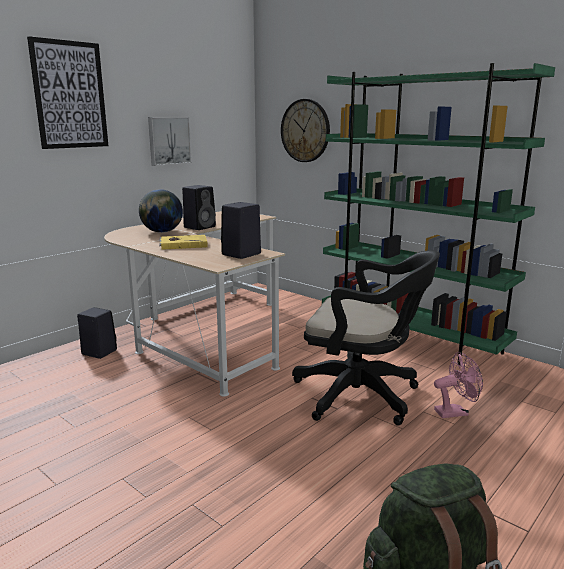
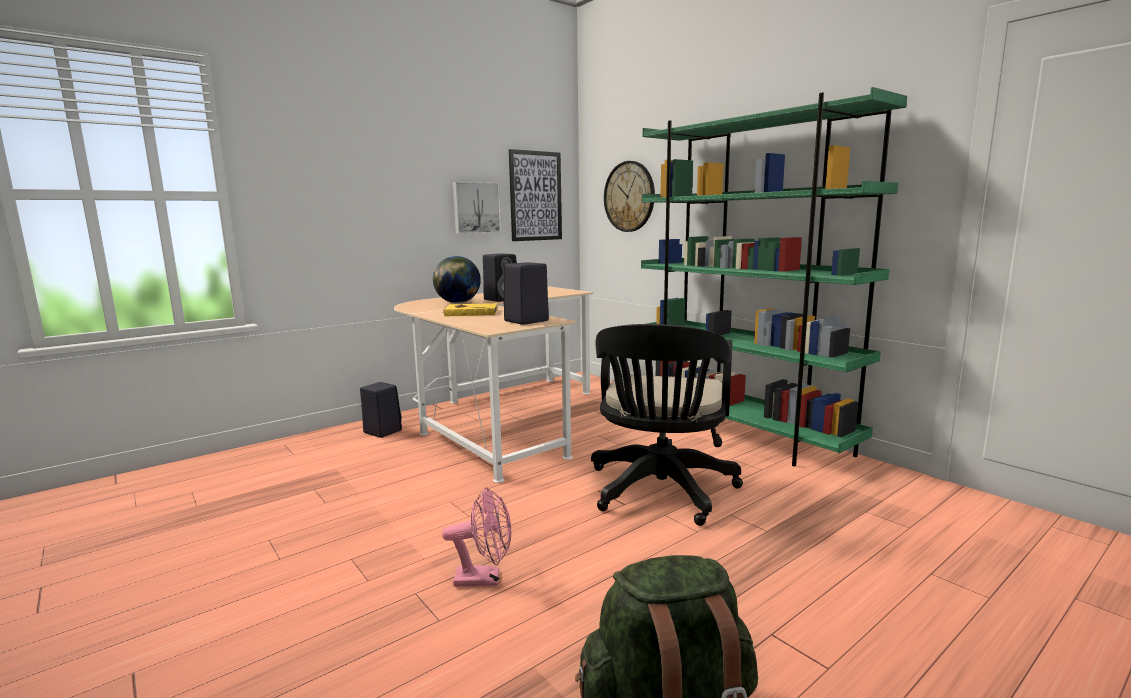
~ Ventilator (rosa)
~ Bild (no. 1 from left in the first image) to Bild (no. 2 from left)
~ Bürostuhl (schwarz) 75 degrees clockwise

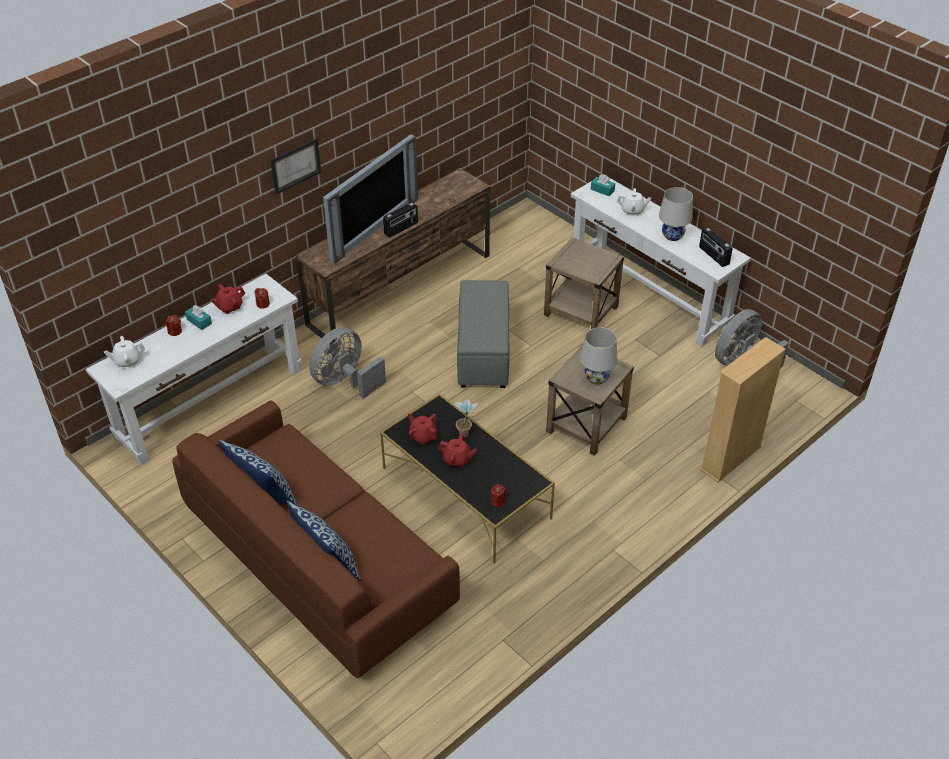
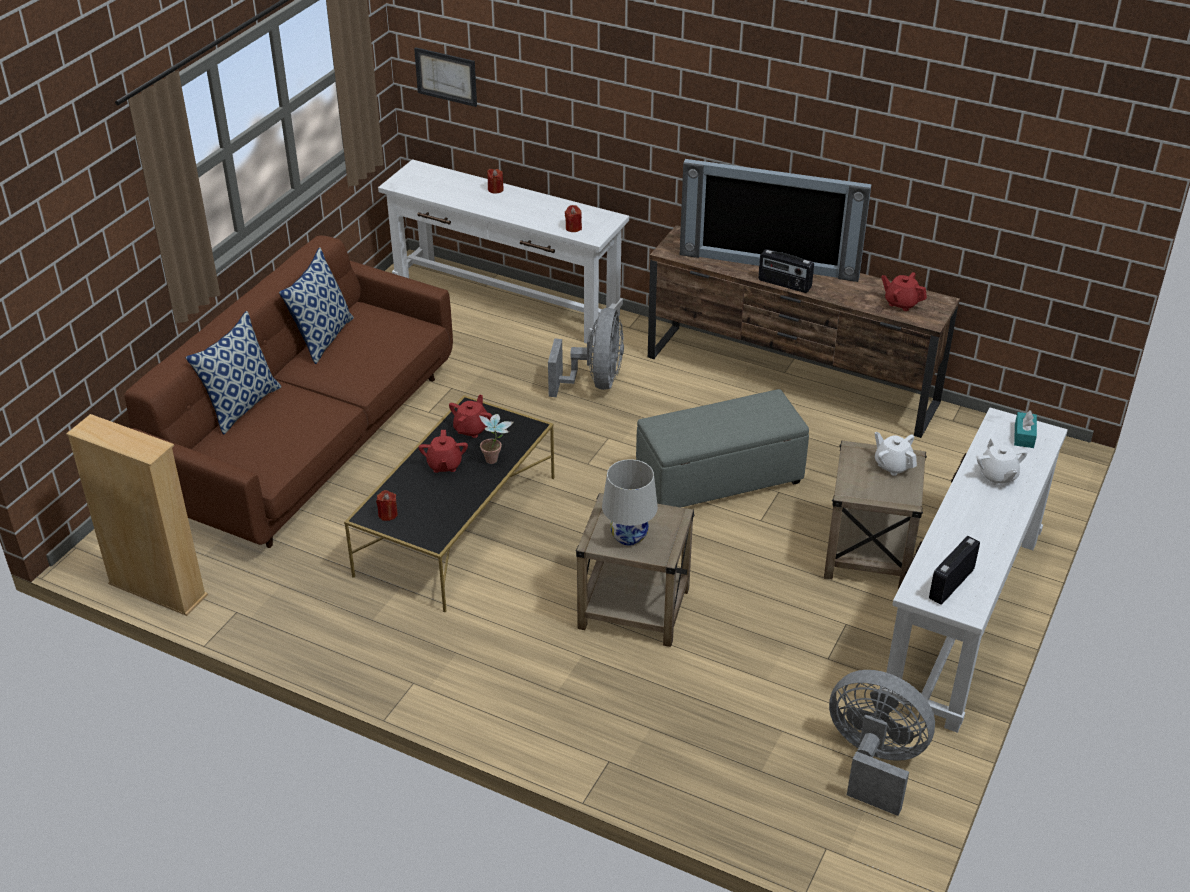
~ Bücherregal (beige)
~ Bild
~ Ventilator (grau) (no. 1 from left) 75 degrees clockwise
~ Teekanne (weiß) (no. 1 from left)
~ Teekanne (rot) (no. 1 from left in the first image) to Teekanne (rot) (no. 3 from left)
- Taschentuchbox (türkis) (no. 1 from left)
- Tischlampe (weiß) (no. 2 from left)

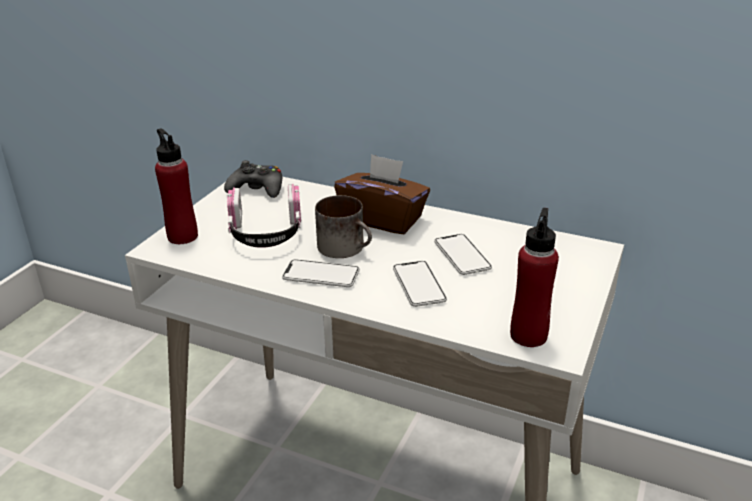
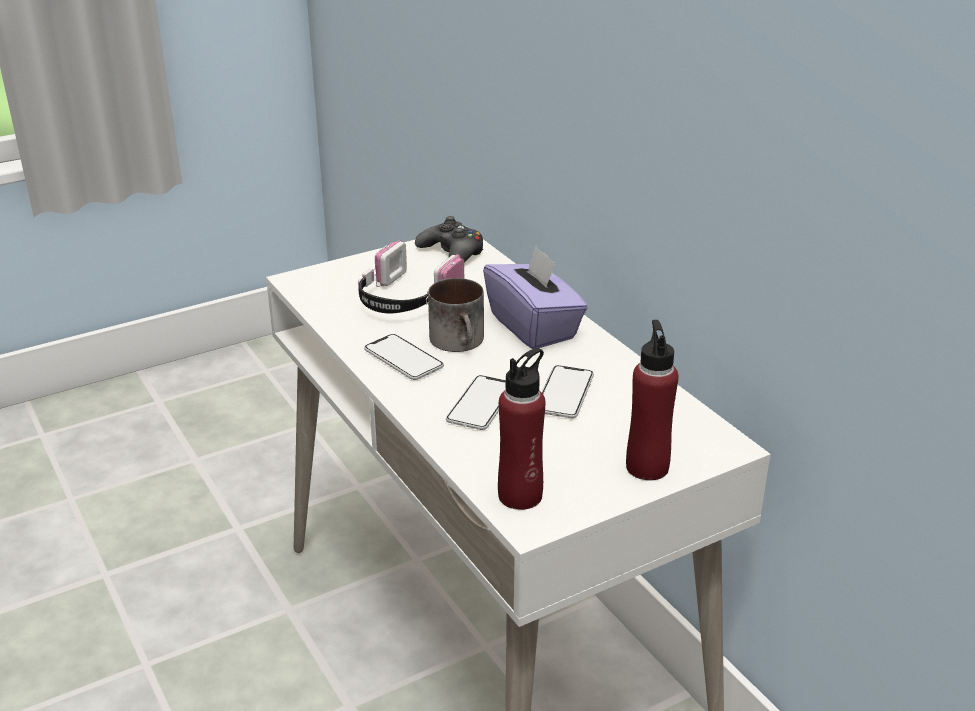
~ Taschentuchbox (braun) to Taschentuchbox (lila)
~ Flasche (rot) (no. 1 from left in the first image) to Flasche (rot) (no. 2 from left)

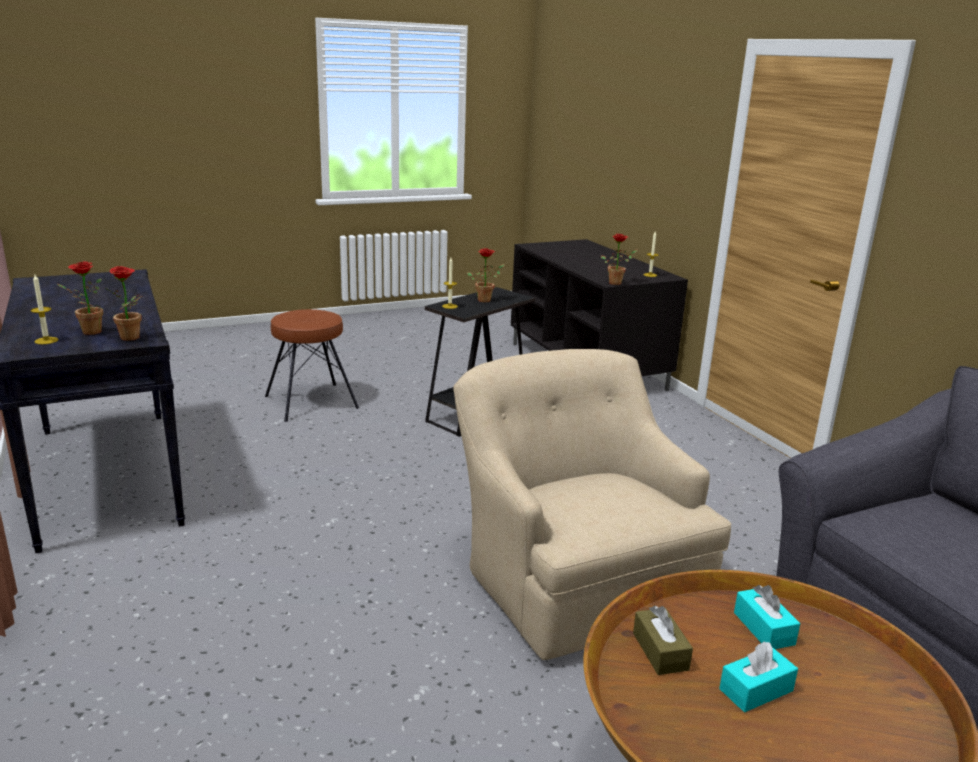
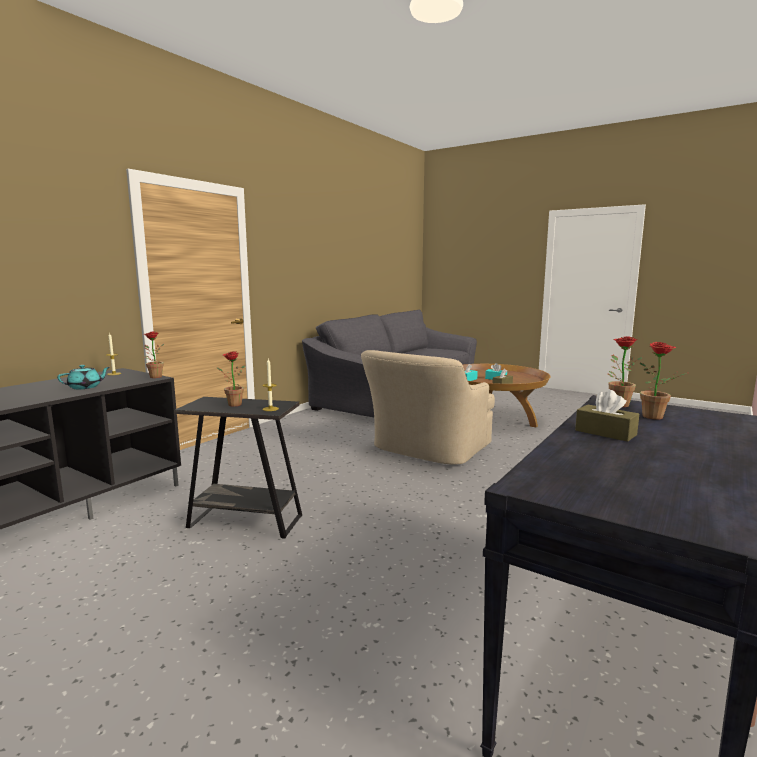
+ Teekanne (türkis)
+ Taschentuchbox (braun) (no. 2 from left)
- Kerze (no. 1 from left)
- Hocker (braun)

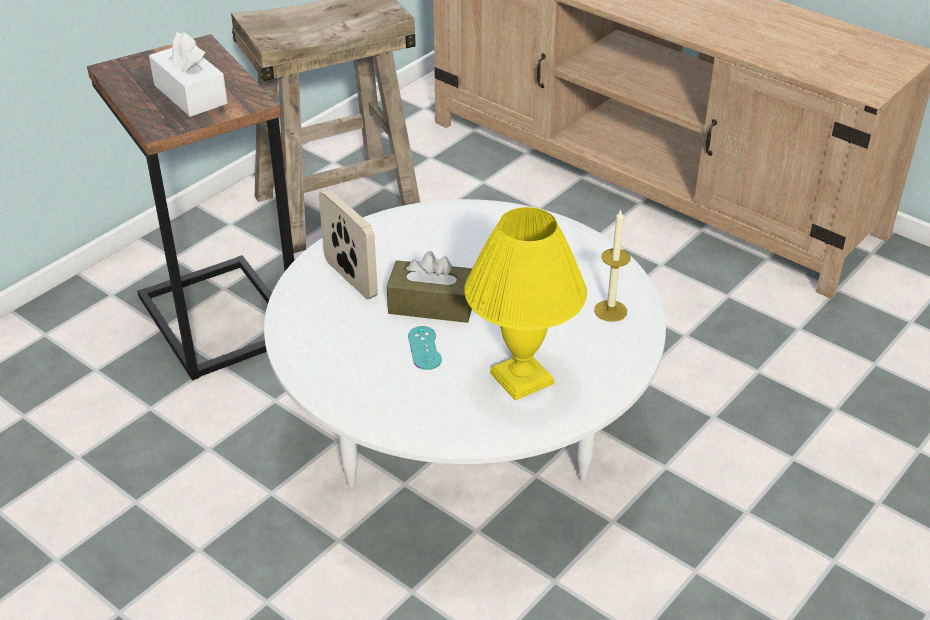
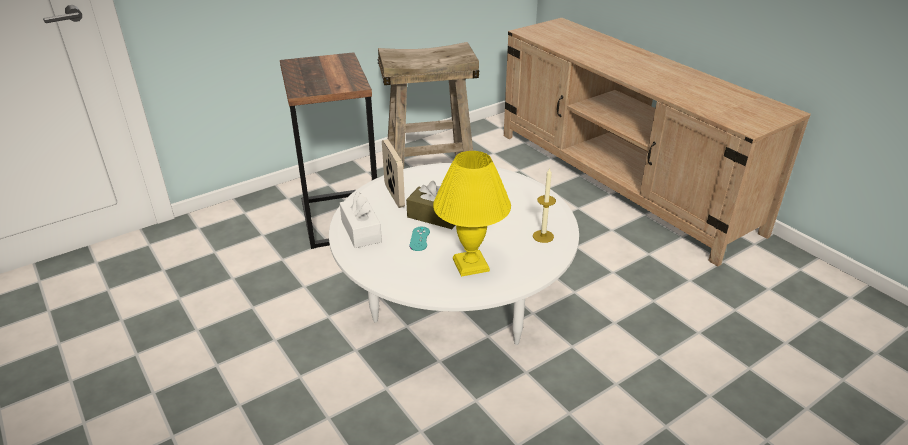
~ Taschentuchbox (weiß)

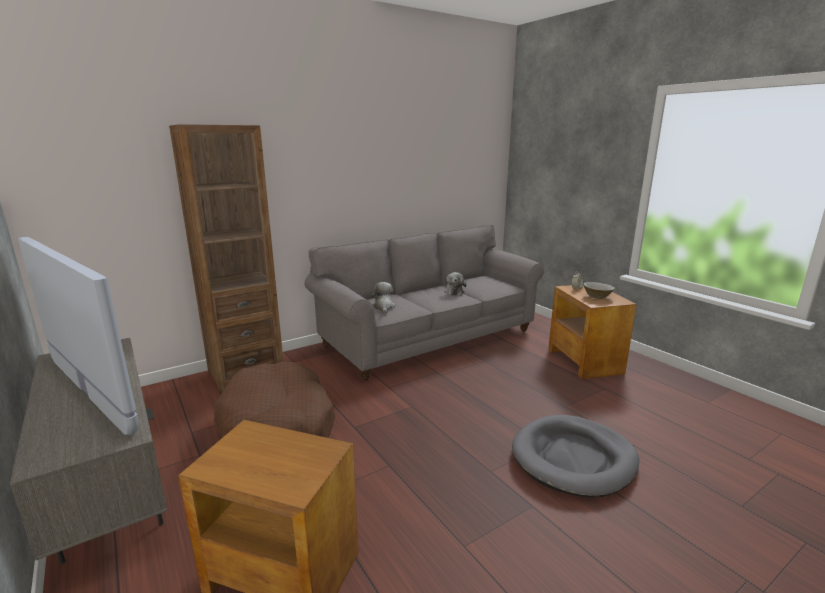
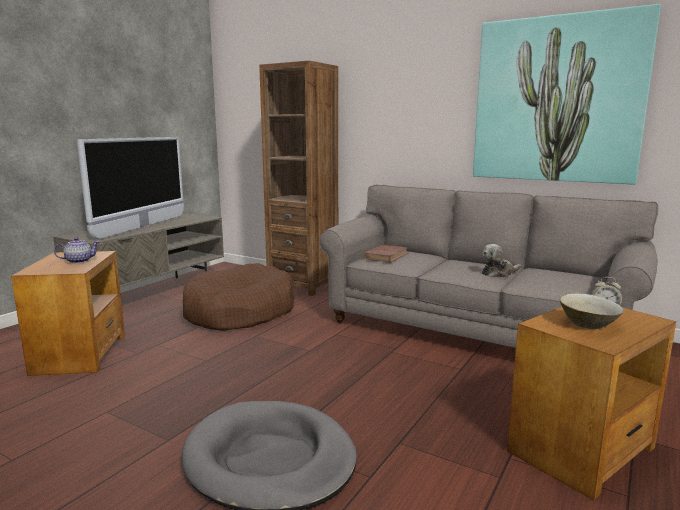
+ Teekanne
~ Plüschtier (no. 1 from left) to Buch (braun)
+ Bild

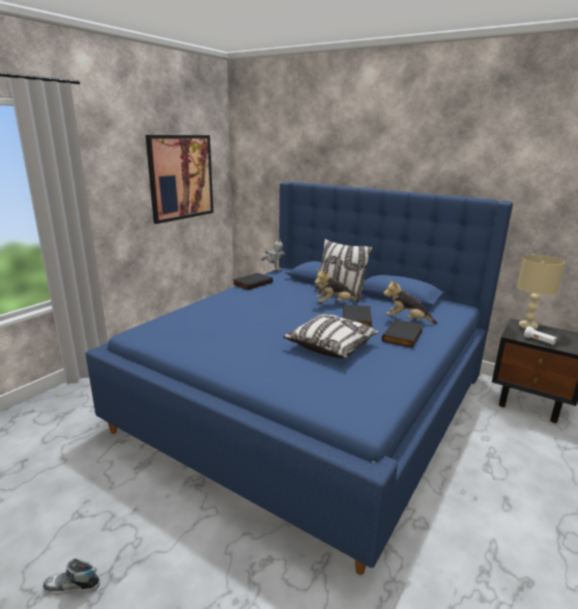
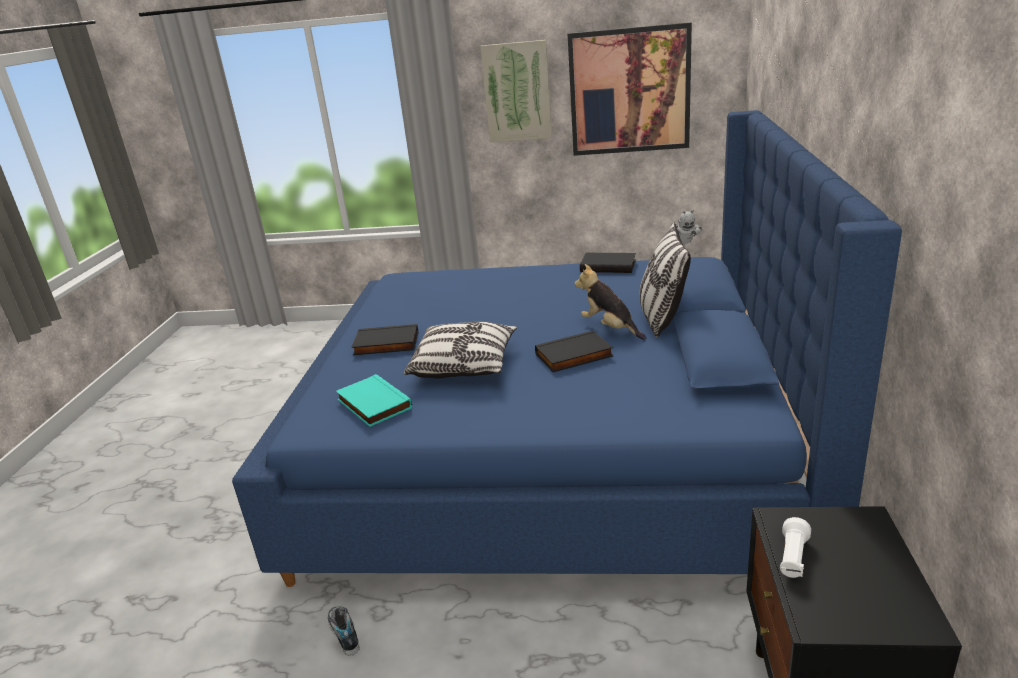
~ Schuh
+ Buch (türkis)
~ Buch (schwarz) (no. 3 from left in the first image) to Buch (schwarz) (no. 1 from left)
+ Bild (no. 1 from left)
- Plüschtier (no. 2 from left)
- Tischlampe (beige)

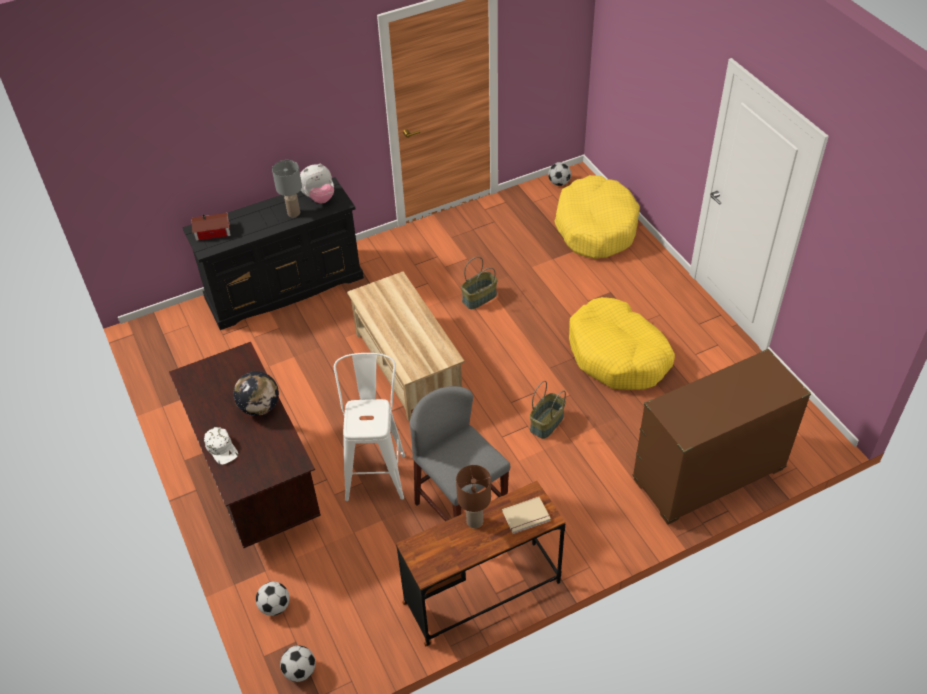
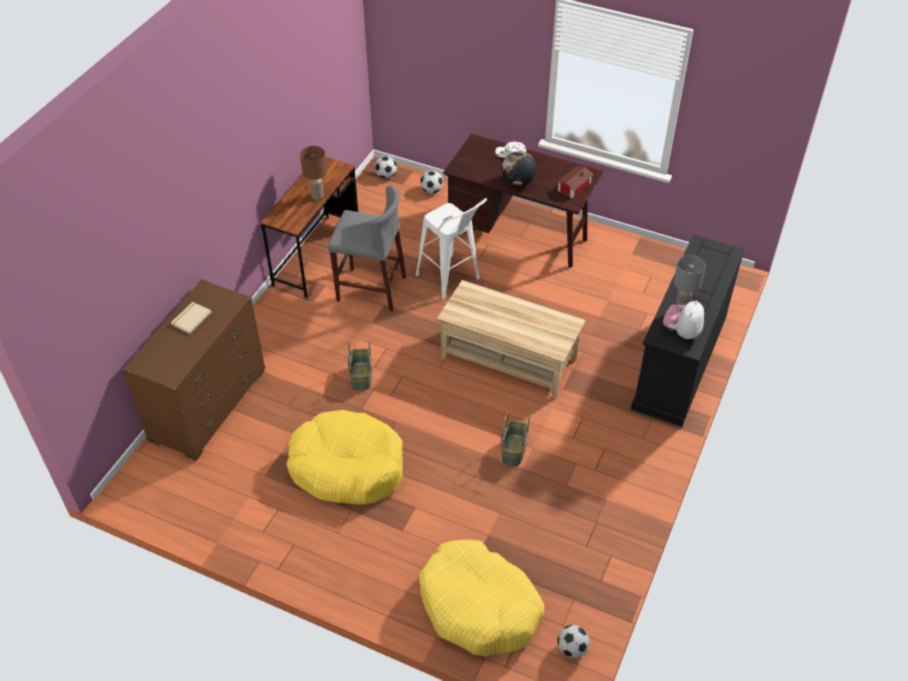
~ Buch (beige)
~ Spielzeughaus

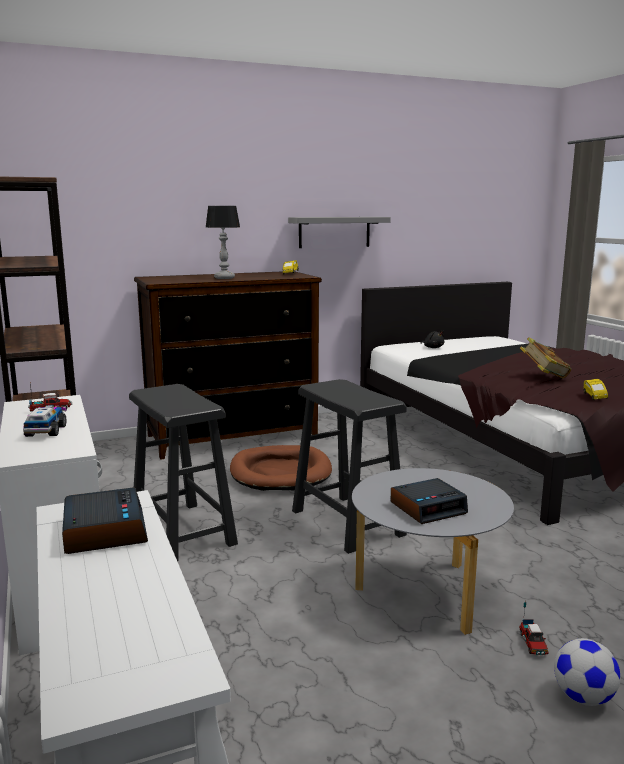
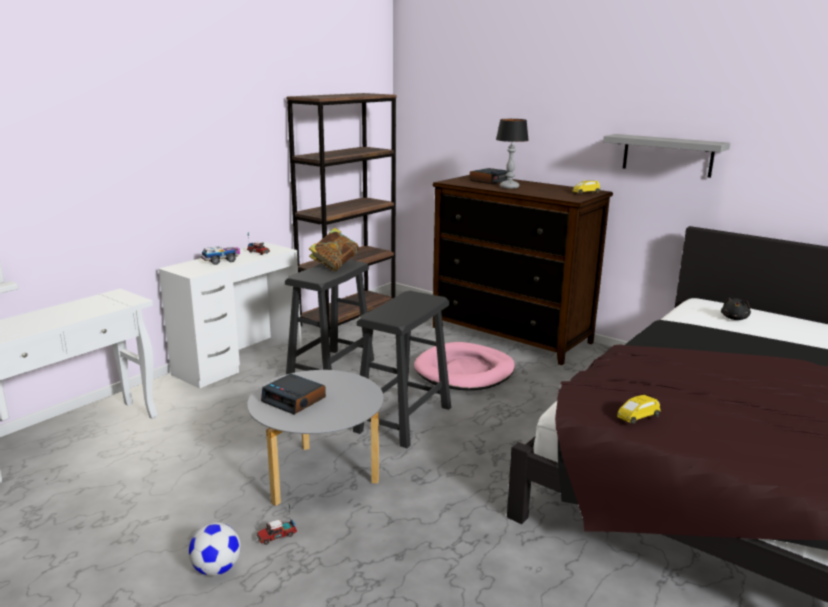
~ Buch
~ Hundebett (braun) to Hundebett (rosa)
~ Wecker (no. 1 from left in the first image) to Wecker (no. 2 from left)

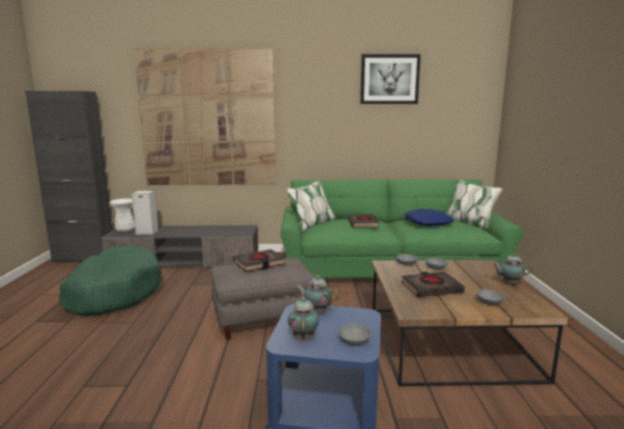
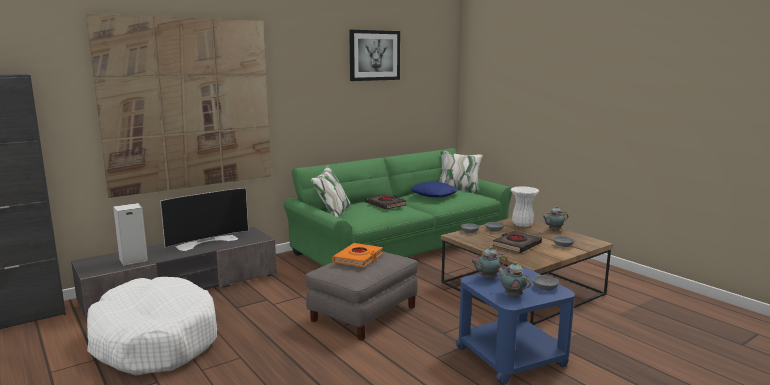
~ Hundebett (grün) to Hundebett (weiß)
+ Fernseher
~ Buch (schwarz) (no. 1 from left) to Buch (orange)
~ Vase (weiß)

